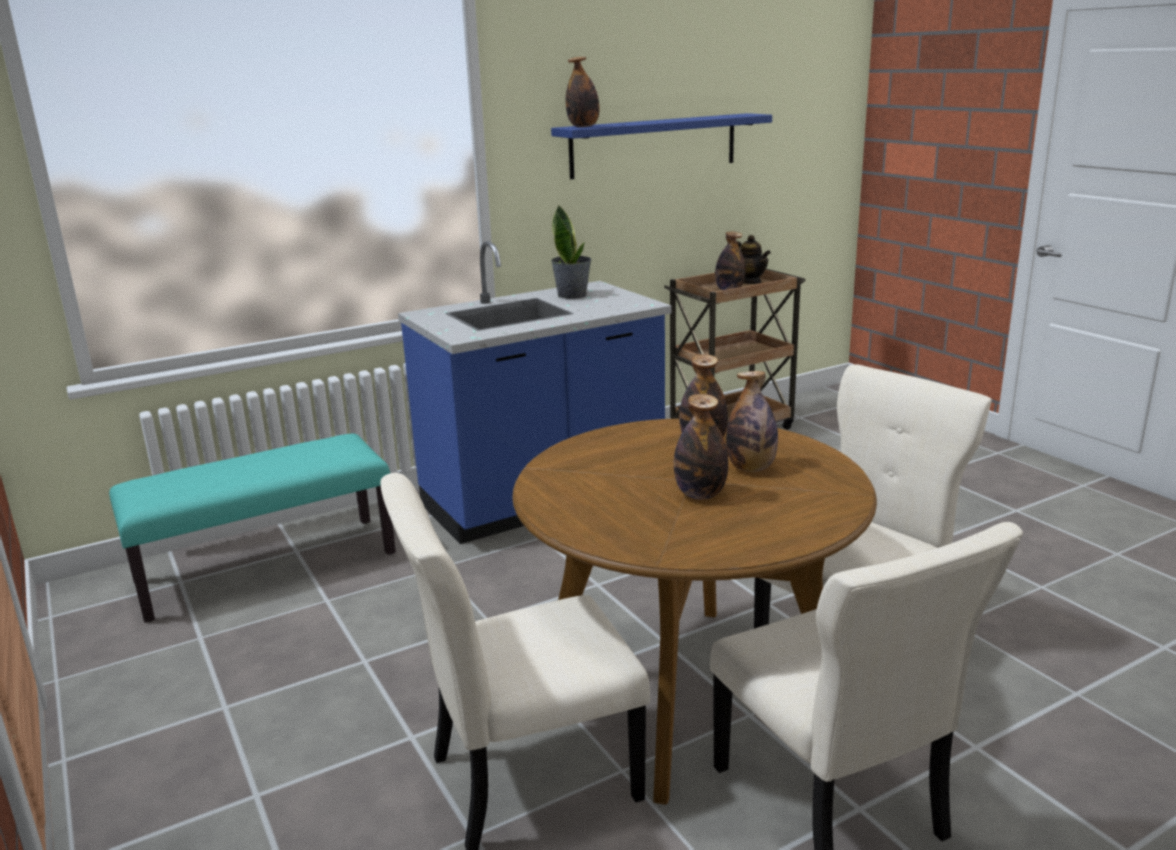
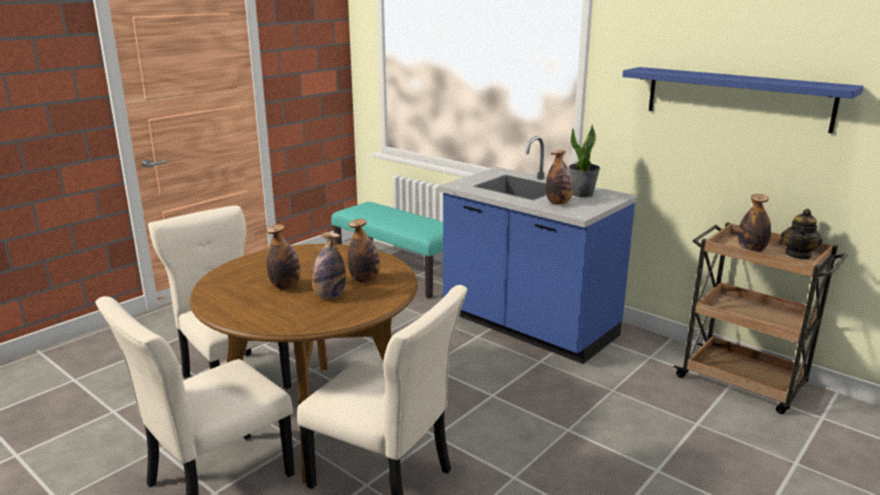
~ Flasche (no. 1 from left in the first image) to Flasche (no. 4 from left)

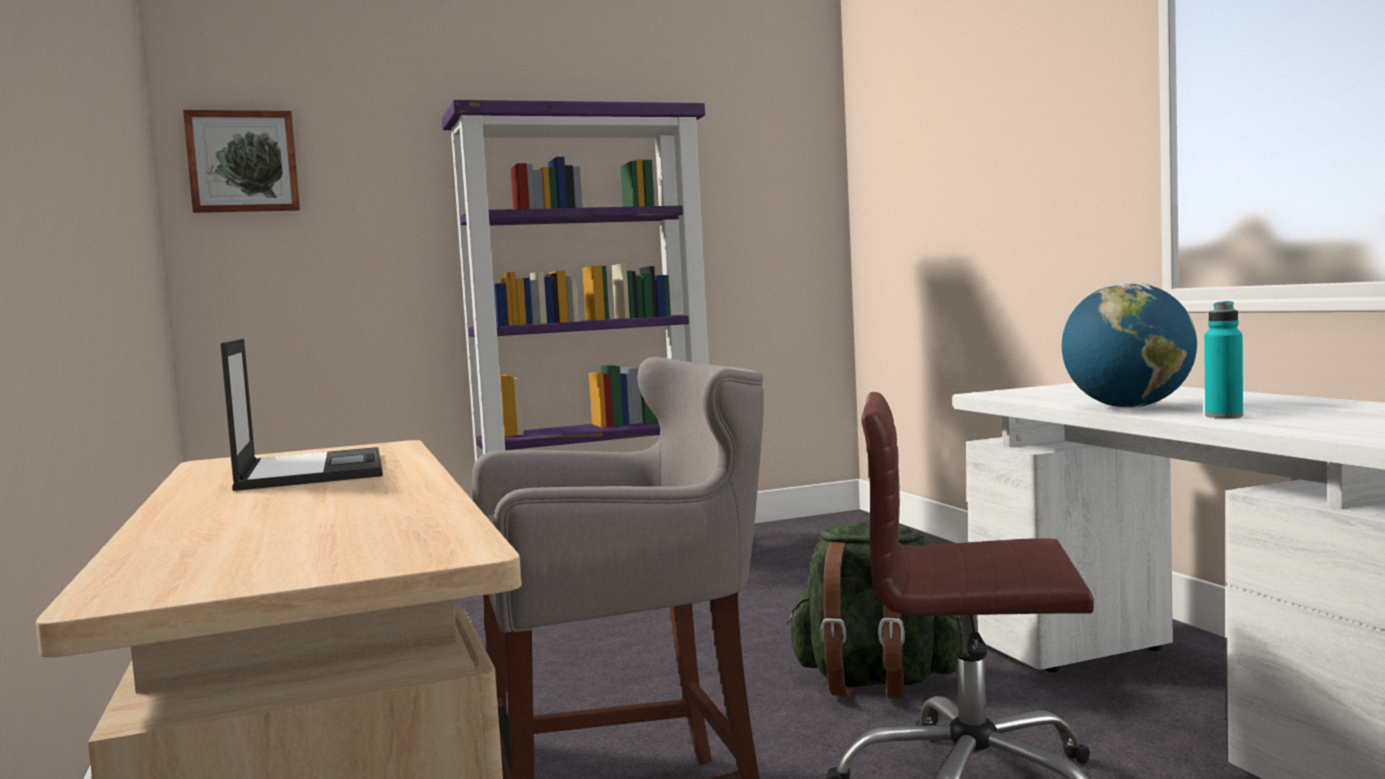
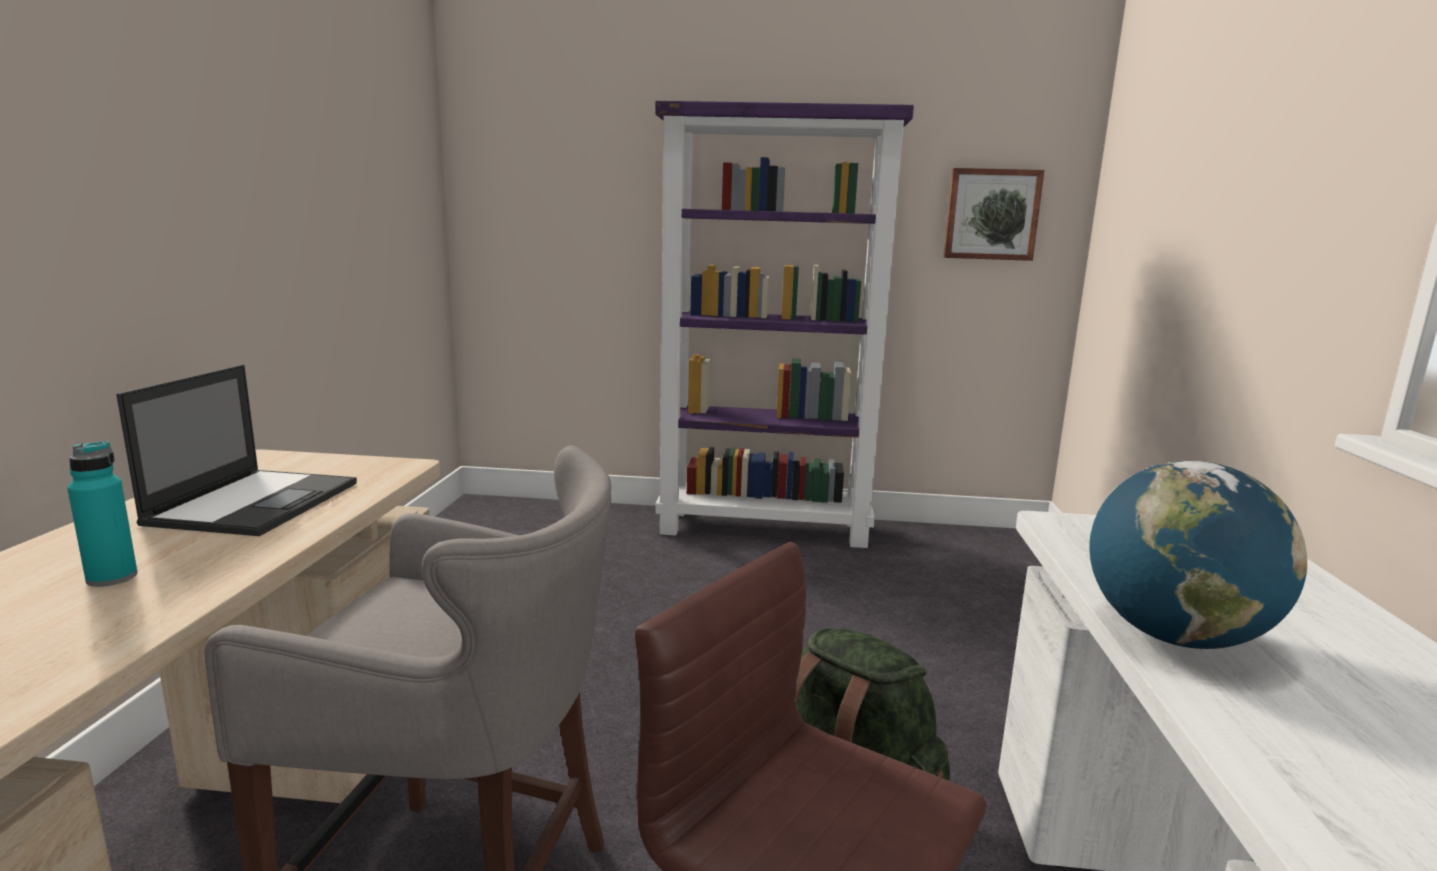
~ Flasche (türkis)
~ Bild

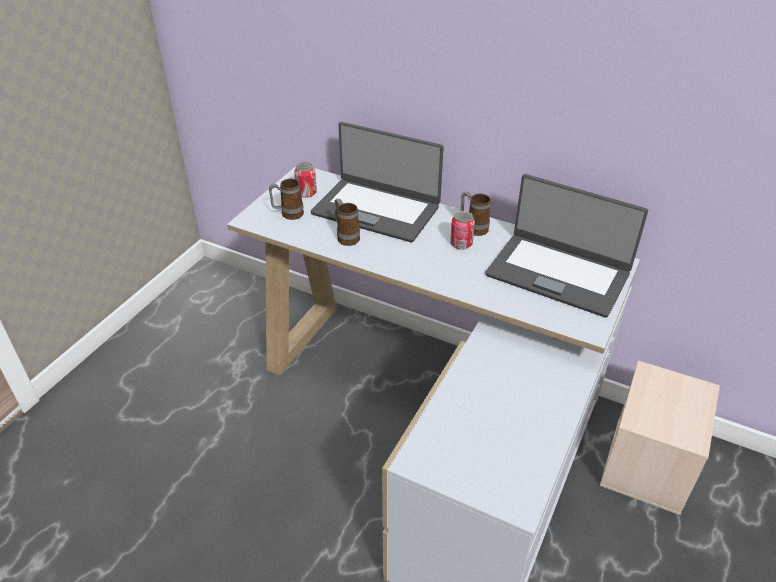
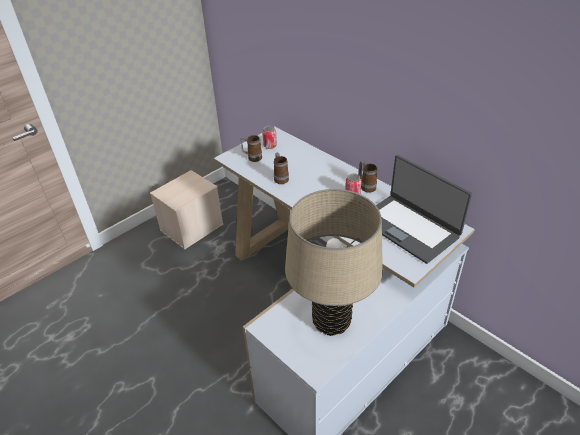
~ Aufbewahrungsbox (beige)
+ Tischlampe (beige)
- Laptop (no. 1 from left)

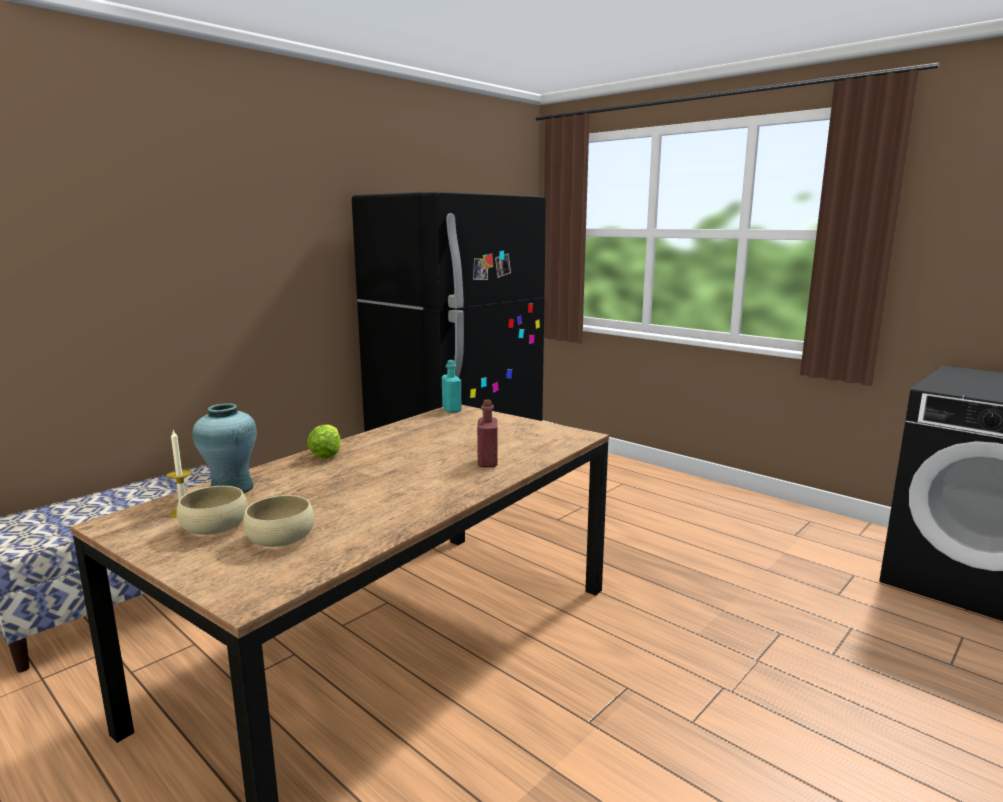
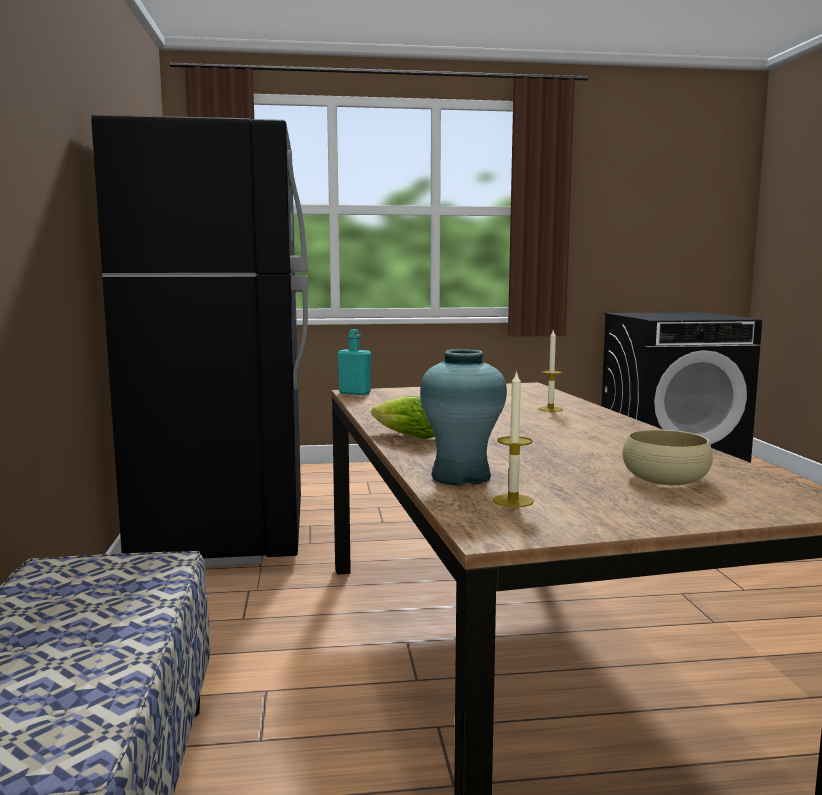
~ Flasche (rot) to Kerze (no. 2 from left)
- Schüssel (beige) (no. 1 from left)

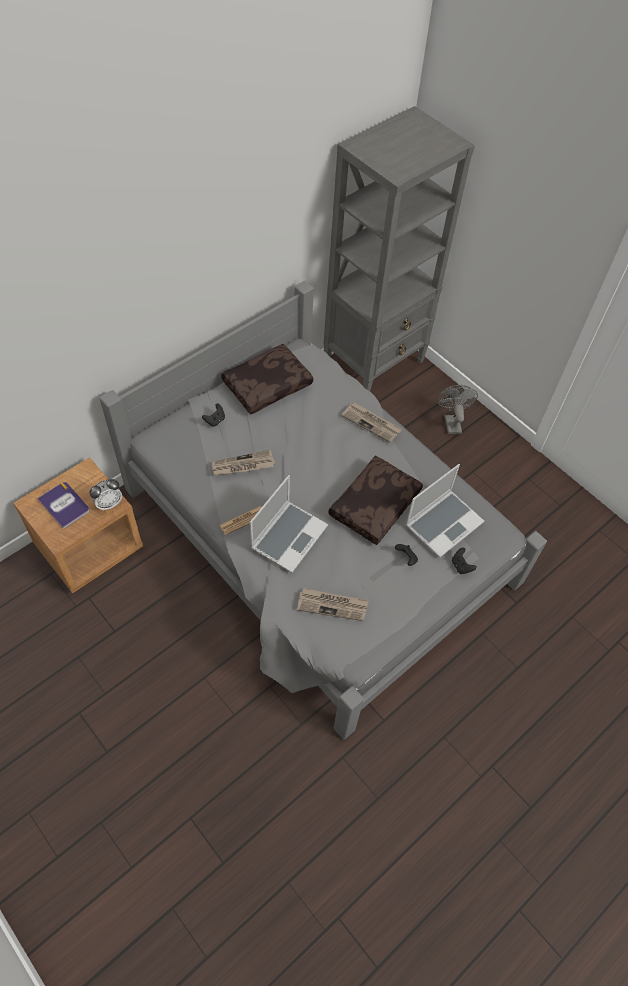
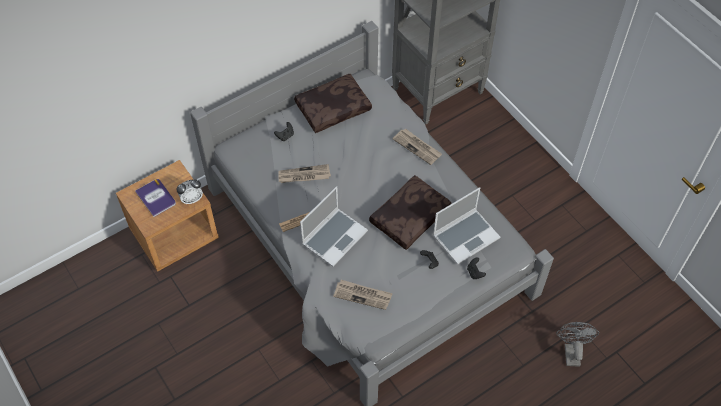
~ Ventilator (grau)

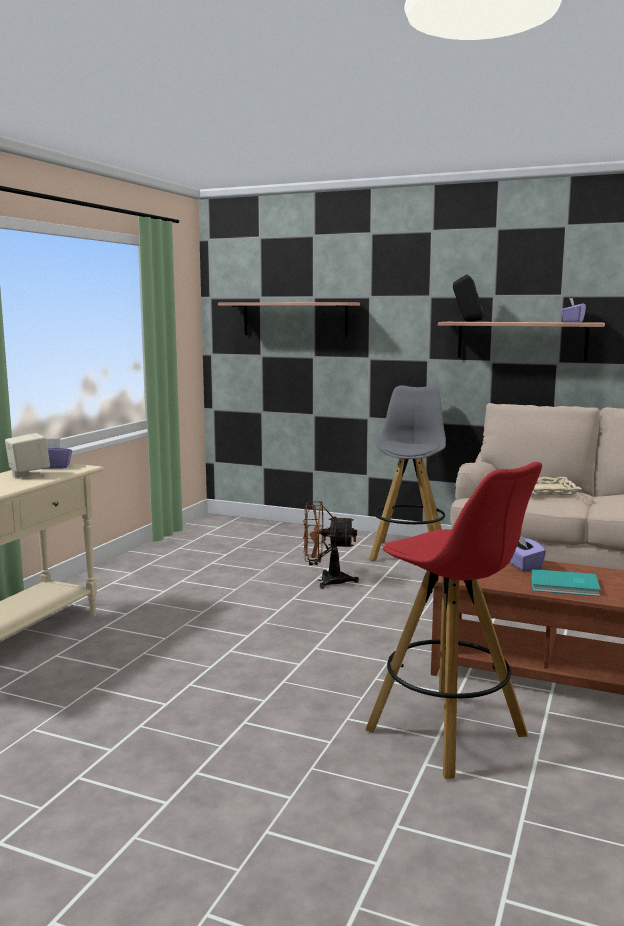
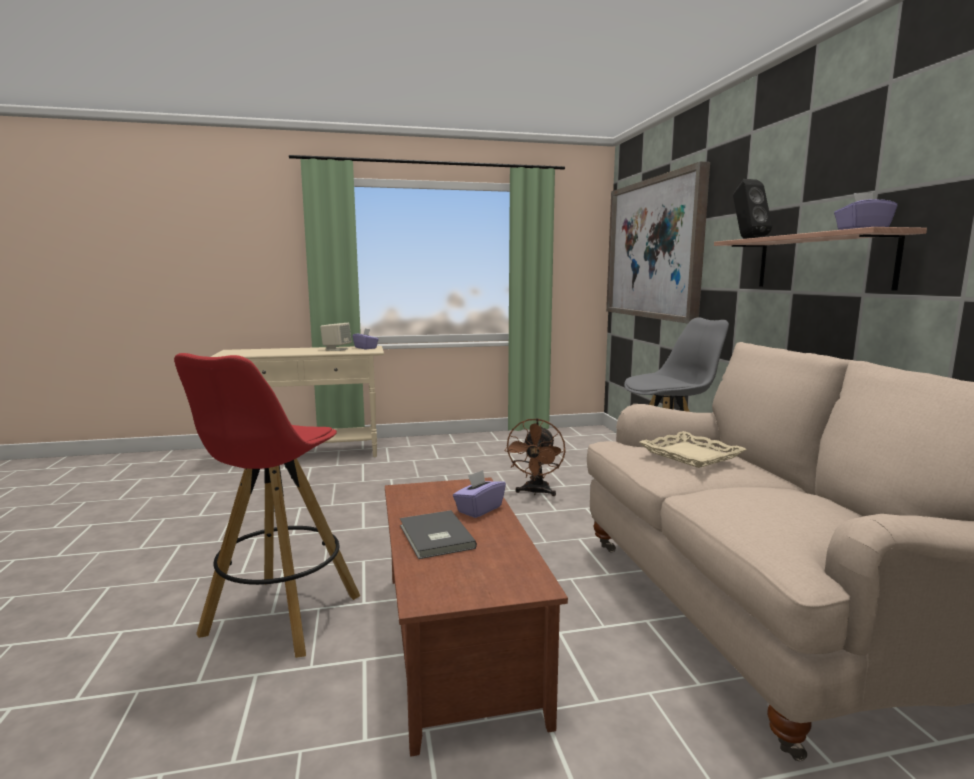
~ Buch (türkis) to Buch (grau)
~ Ventilator (braun) 135 degrees counterclockwise
~ Wandregal (no. 1 from left) to Bild

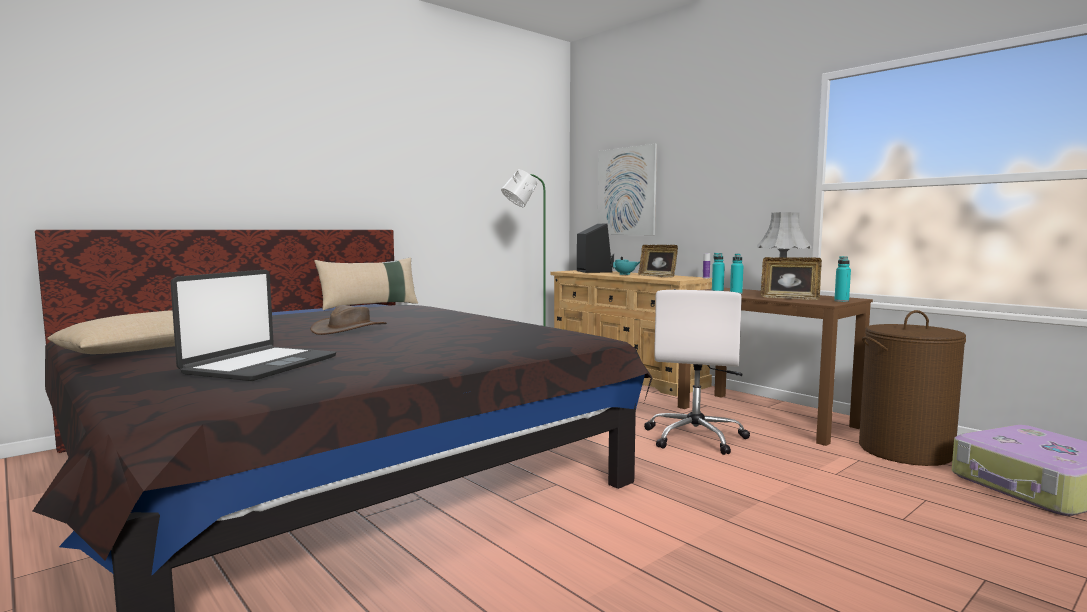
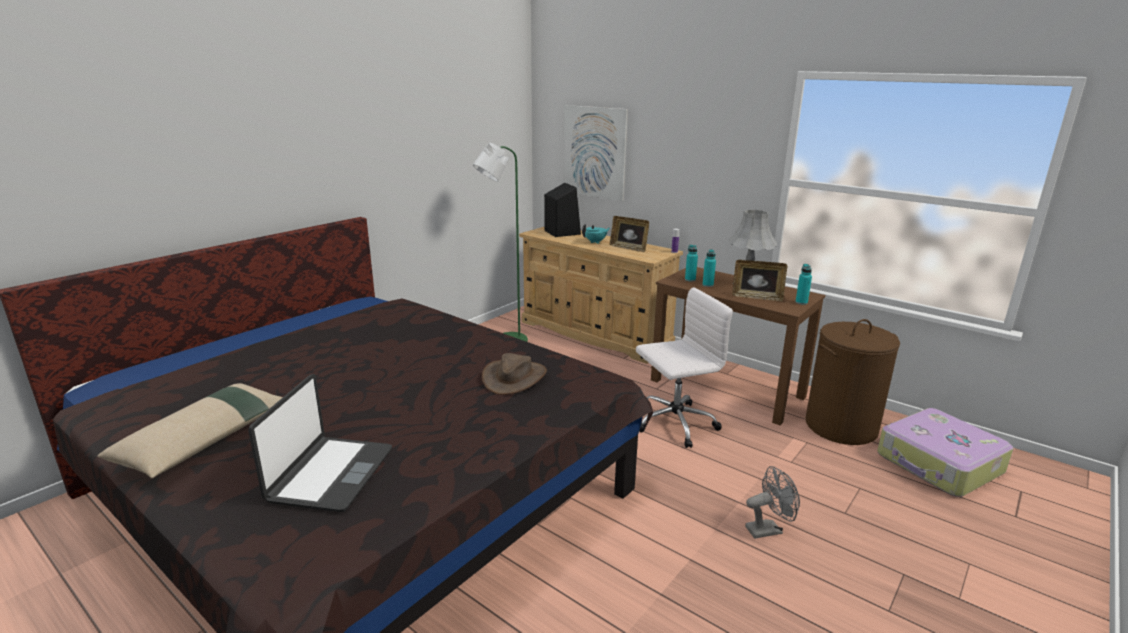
~ Hut (braun)
~ Bürostuhl (weiß) 120 degrees counterclockwise
+ Ventilator (grau)
- Kissen (beige) (no. 2 from left)

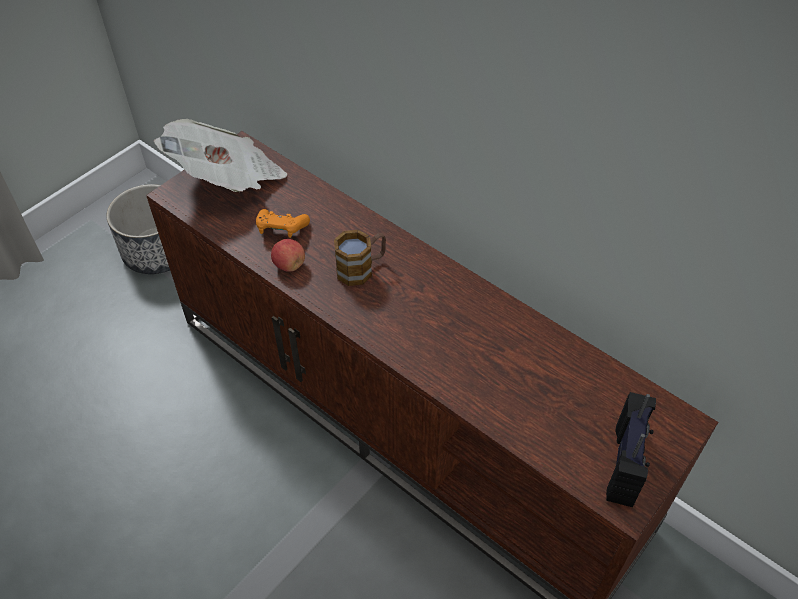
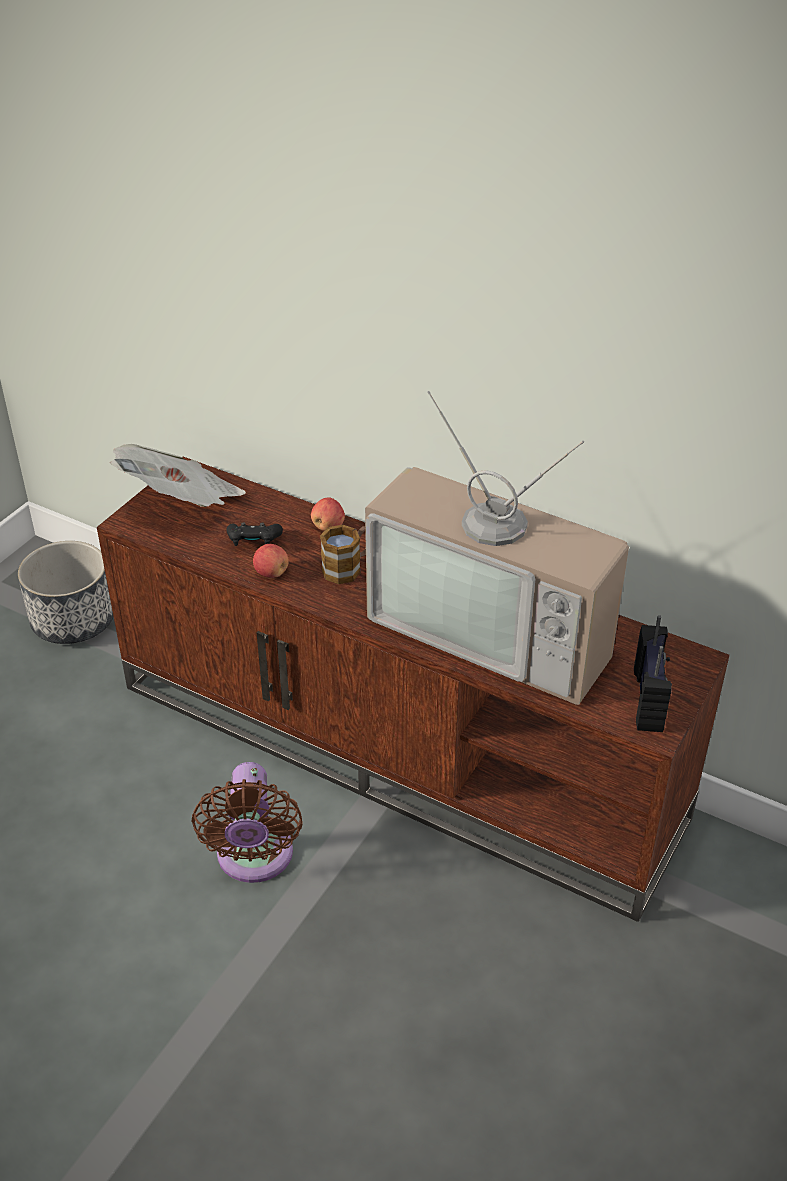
+ Ventilator (braun)
~ Gamepad (orange) to Gamepad (schwarz)
+ Apfel (no. 2 from left)
+ Fernseher

